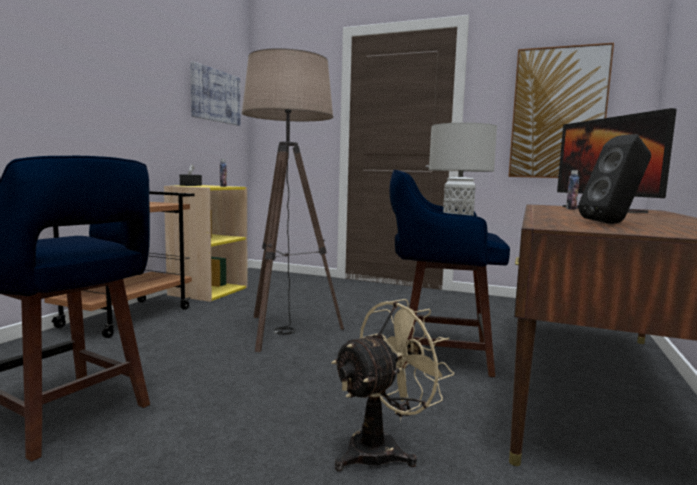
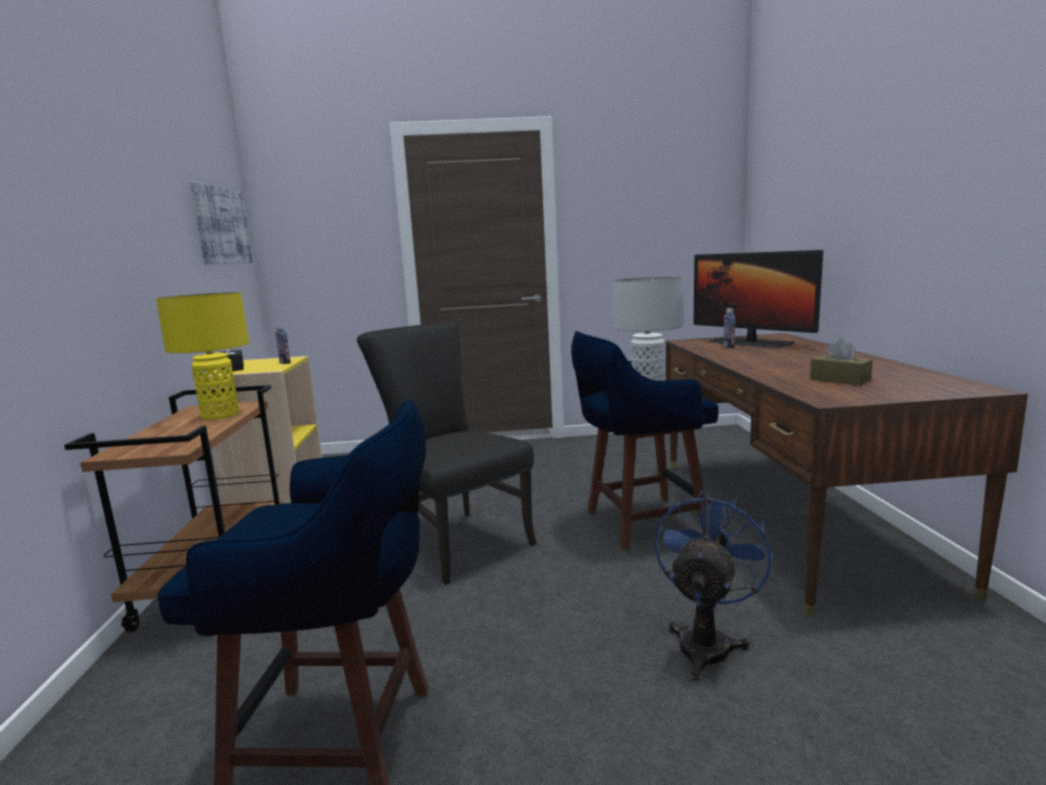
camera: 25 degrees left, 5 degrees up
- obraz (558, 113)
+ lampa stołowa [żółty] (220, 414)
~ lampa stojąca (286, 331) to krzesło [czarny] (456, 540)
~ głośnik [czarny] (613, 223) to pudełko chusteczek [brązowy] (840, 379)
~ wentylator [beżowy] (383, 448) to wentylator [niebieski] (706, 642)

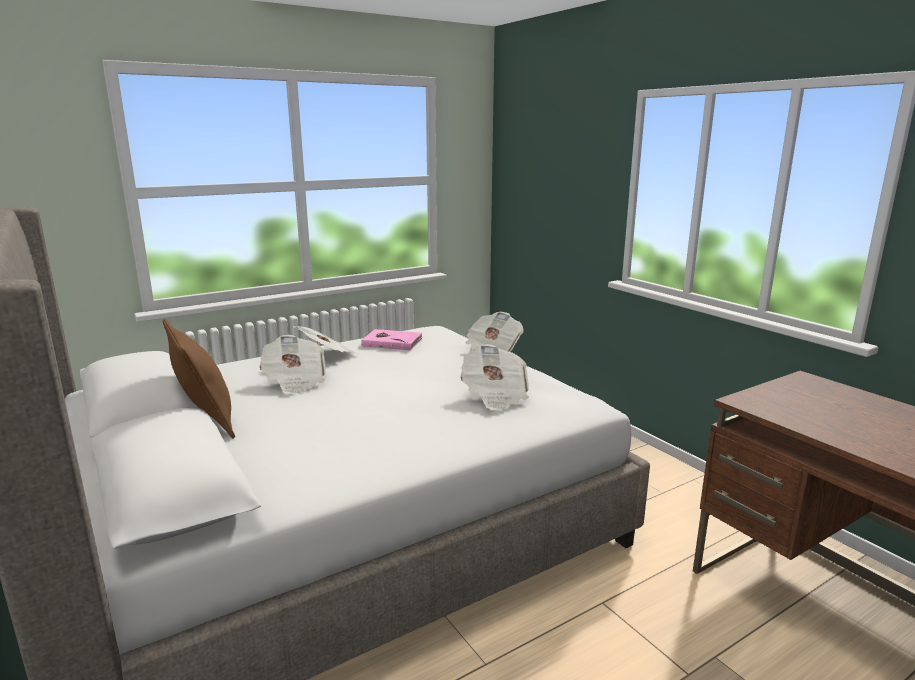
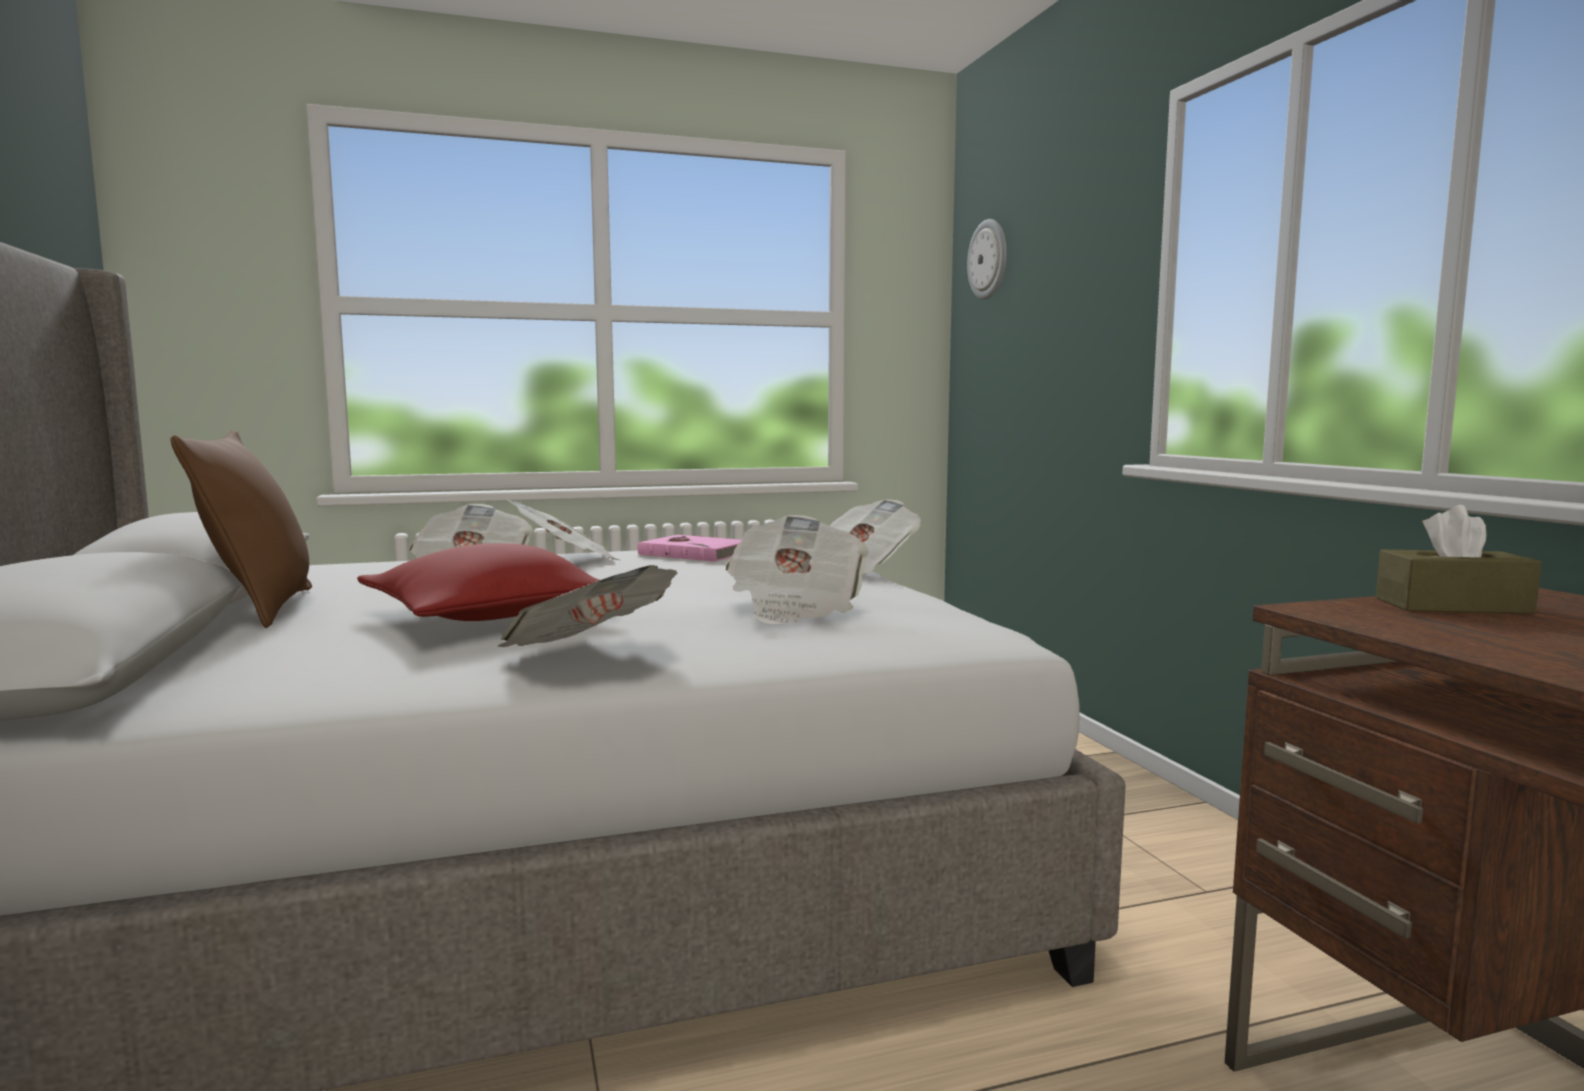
camera: 15 degrees right, 10 degrees down
+ poduszka [czerwony] (487, 614)
+ gazeta (588, 657)
+ zegar ścienny (989, 259)
+ pudełko chusteczek [brązowy] (1452, 606)

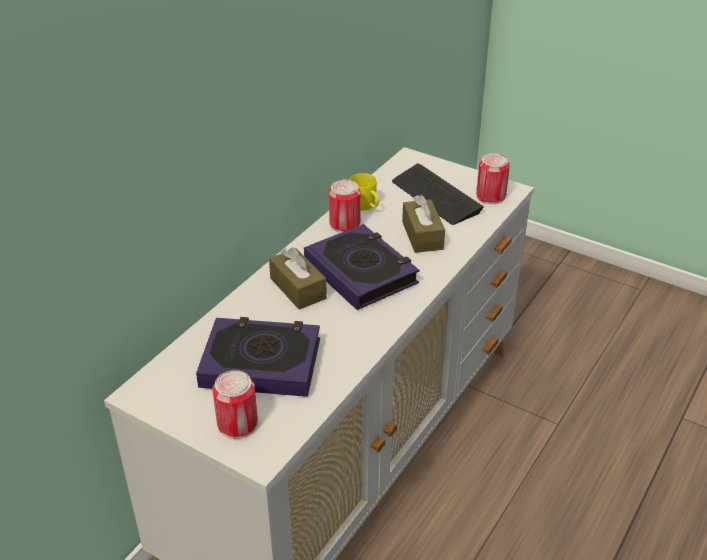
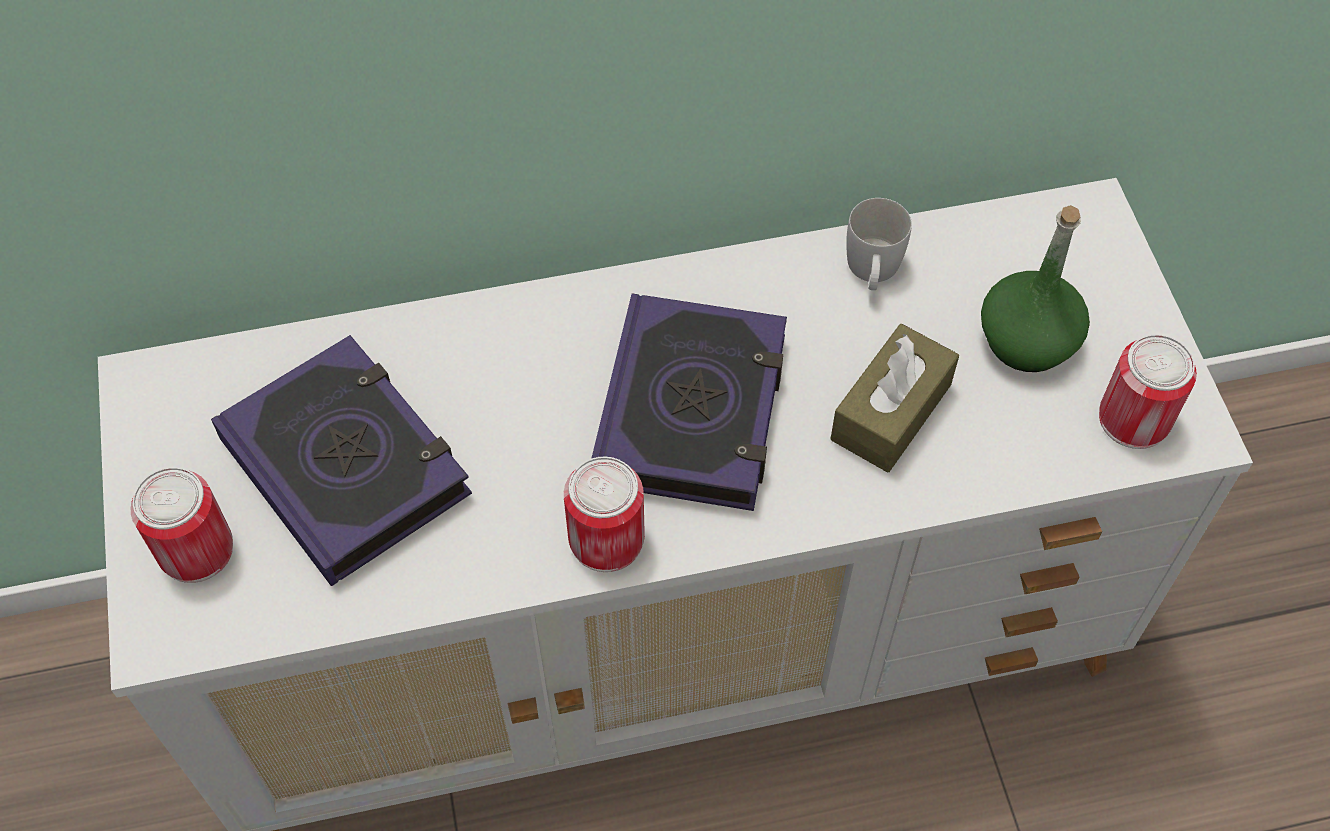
camera: 45 degrees right, 20 degrees up
- pudełko chusteczek [brązowy] (298, 288)
~ puszka (344, 224) to (606, 539)
~ klawiatura (436, 196) to butelka [zielony] (1027, 340)
~ kubek [żółty] (366, 207) to kubek [biały] (872, 272)

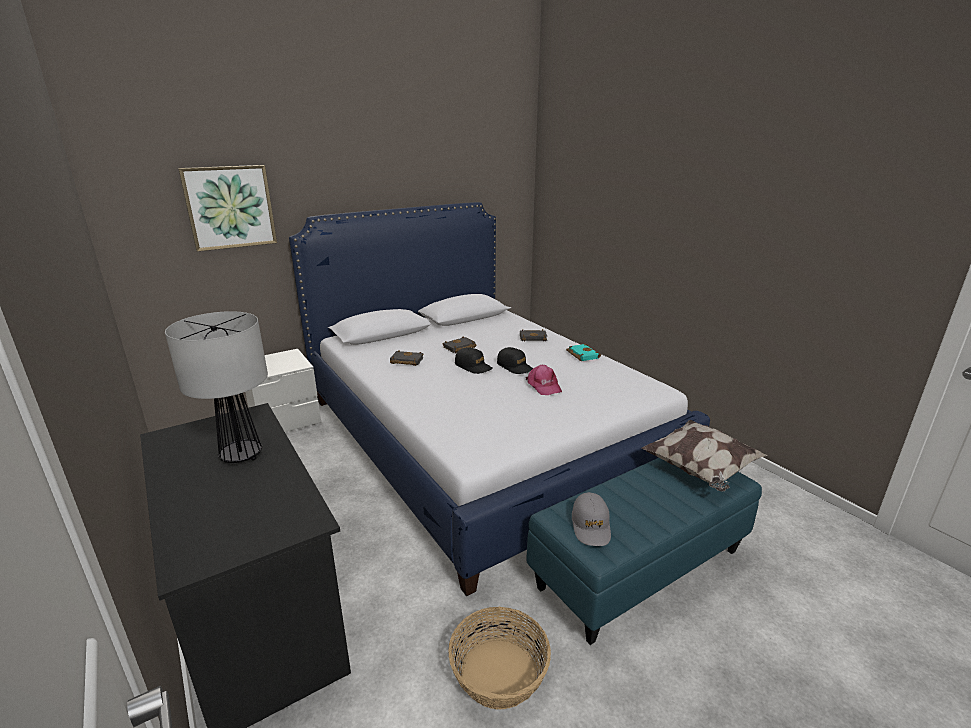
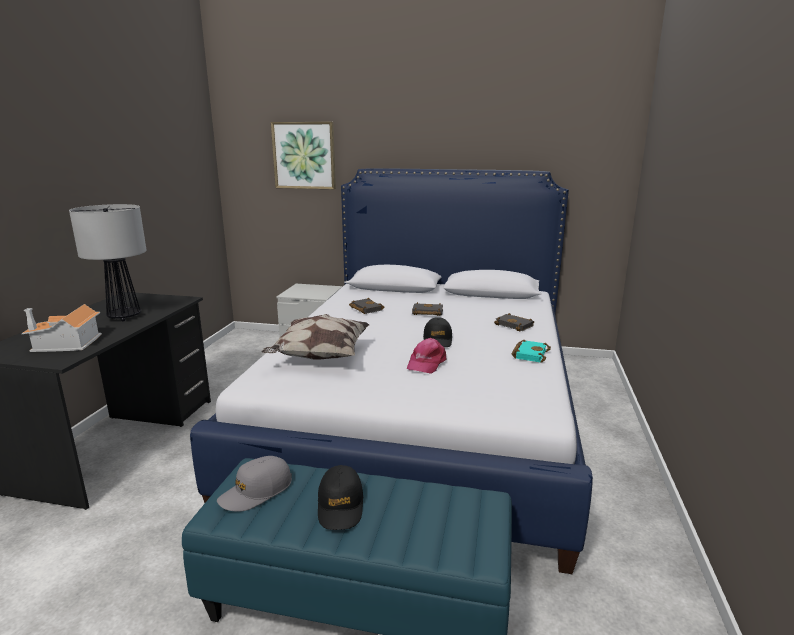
camera: 45 degrees right, 5 degrees down
- koszyk (498, 673)
+ domek (67, 344)
~ czapka z daszkiem [czarny] (473, 366) to (340, 505)
~ poduszka (700, 470) to (319, 356)

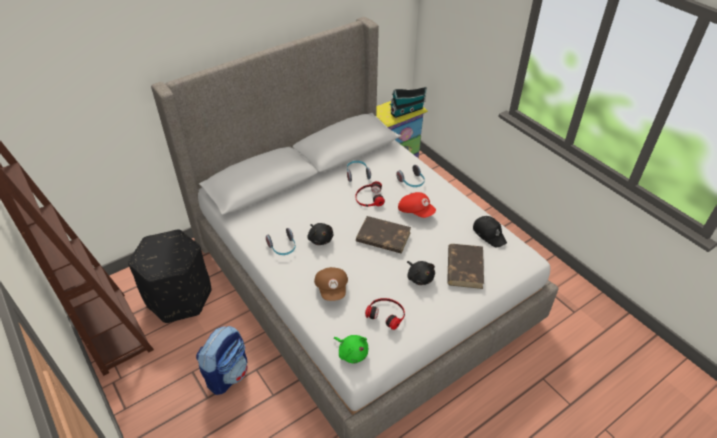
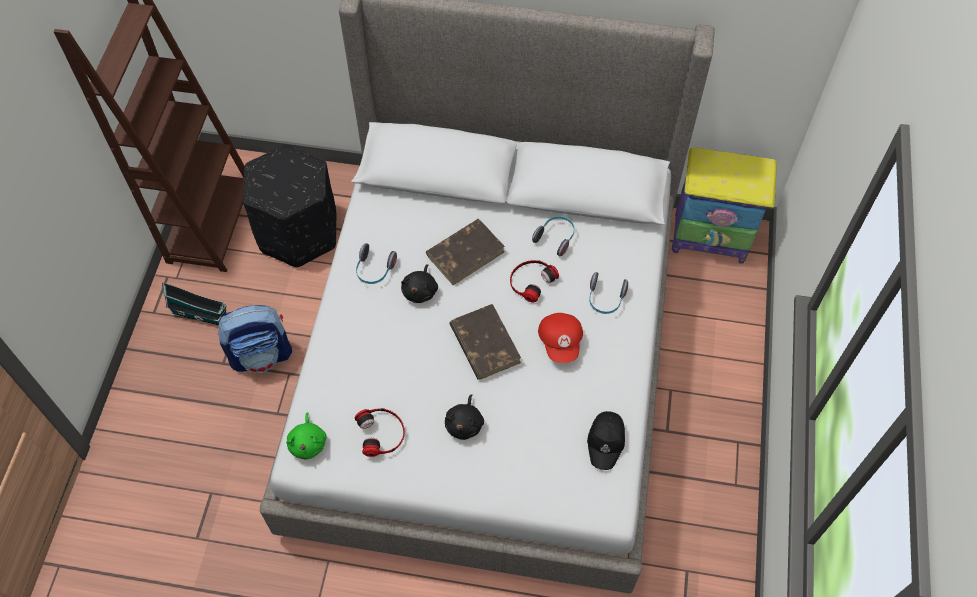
camera: 45 degrees right, 15 degrees up
- czapka z daszkiem [brązowy] (332, 289)
~ domek (408, 110) to (201, 314)
~ książka [brązowy] (464, 267) to (466, 253)

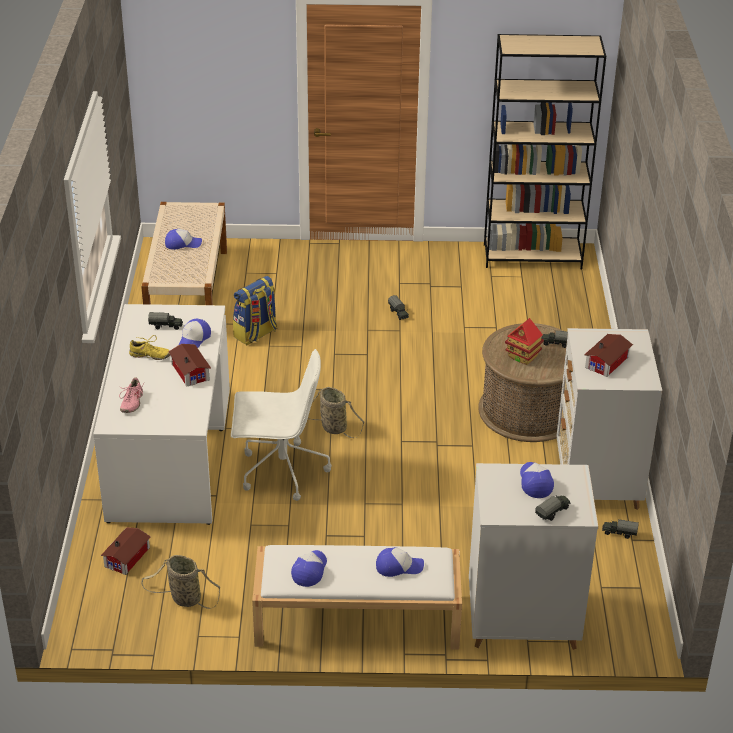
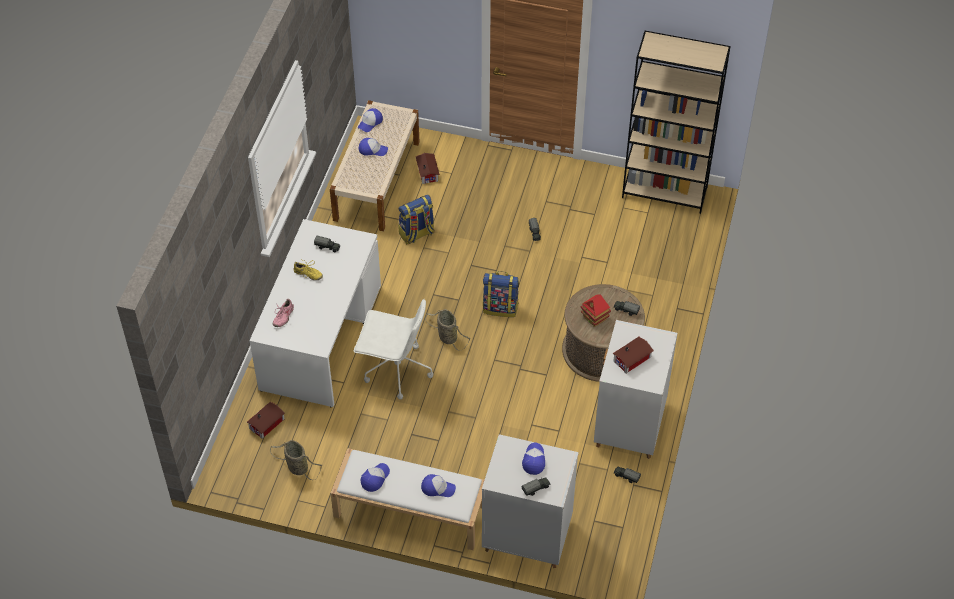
camera: 15 degrees right, 15 degrees up
+ plecak (500, 307)
~ domek (191, 370) to (428, 171)
~ czapka z daszkiem (194, 339) to (370, 122)

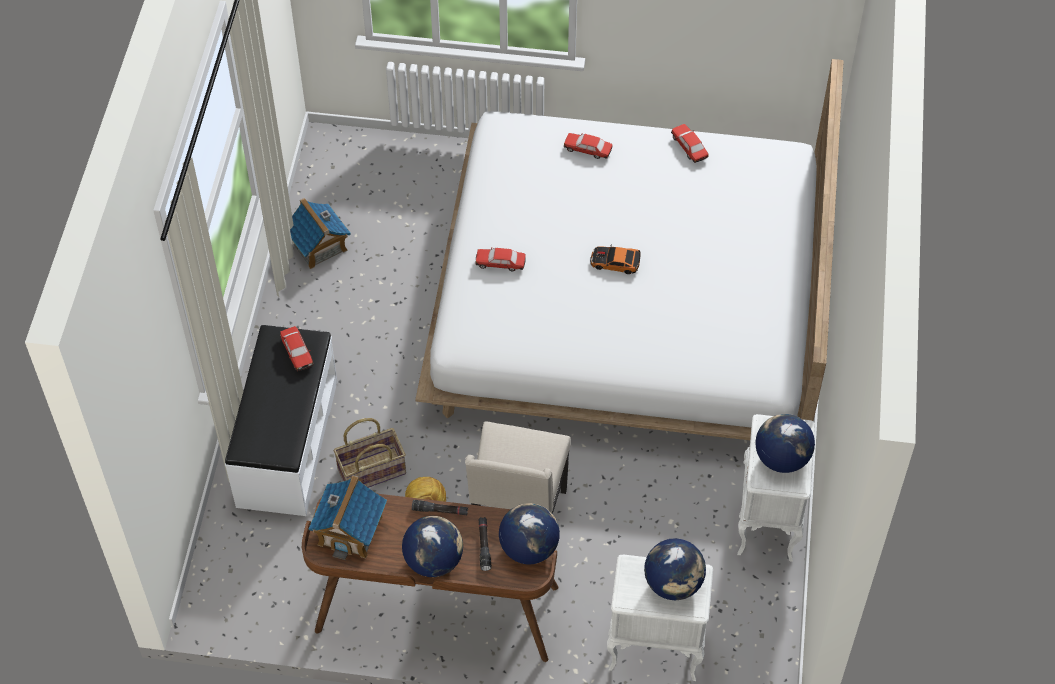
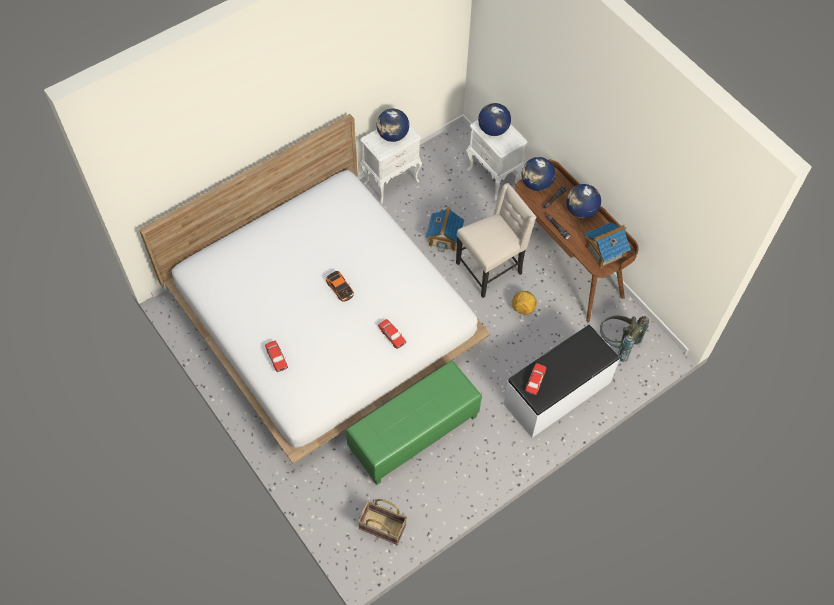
camera: 135 degrees left, 5 degrees up
- samochodzik (689, 147)
+ pufa [zielony] (414, 432)
+ plecak [szary] (617, 343)
~ domek (318, 246) to (444, 237)
~ koszyk (371, 470) to (382, 527)

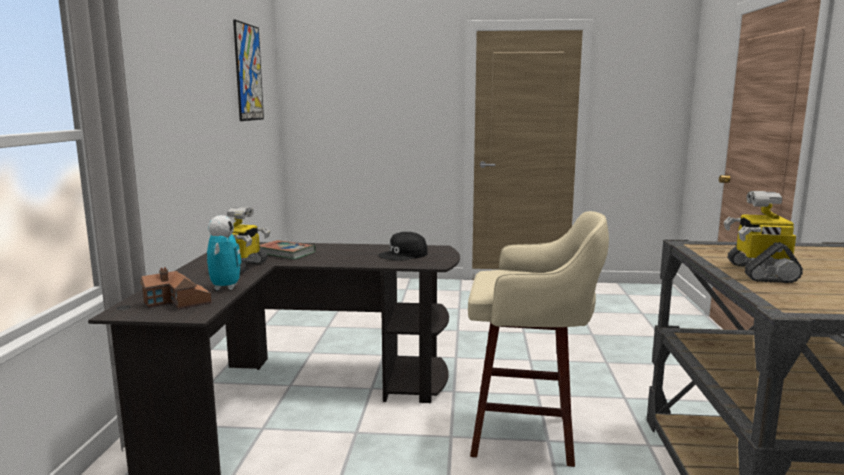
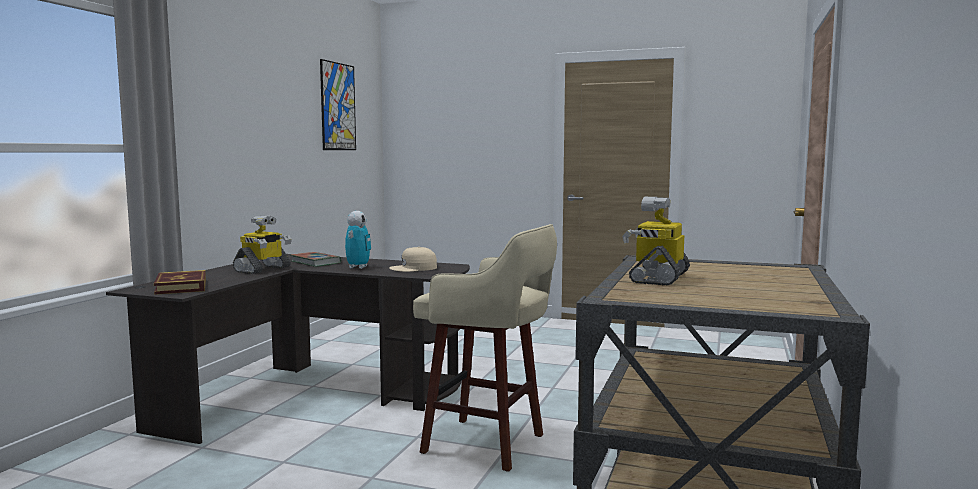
camera: 15 degrees right, 5 degrees down
~ robot zabawkowy (225, 287) to (358, 267)
~ domek (177, 303) to książka (181, 286)
~ czapka z daszkiem [czarny] (403, 255) to czapka z daszkiem [beżowy] (414, 268)

